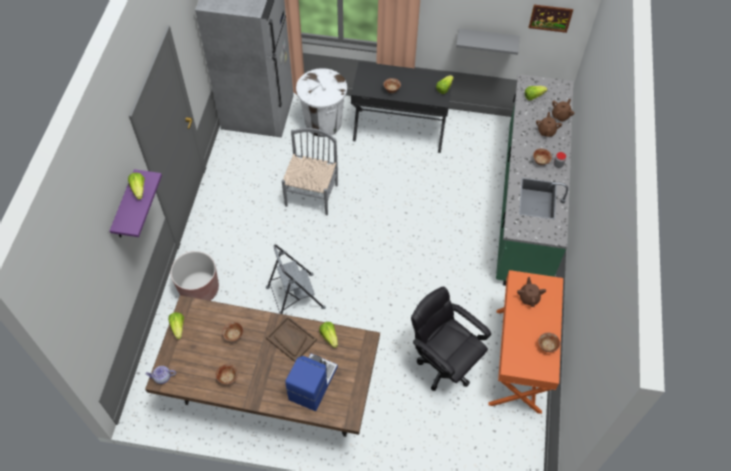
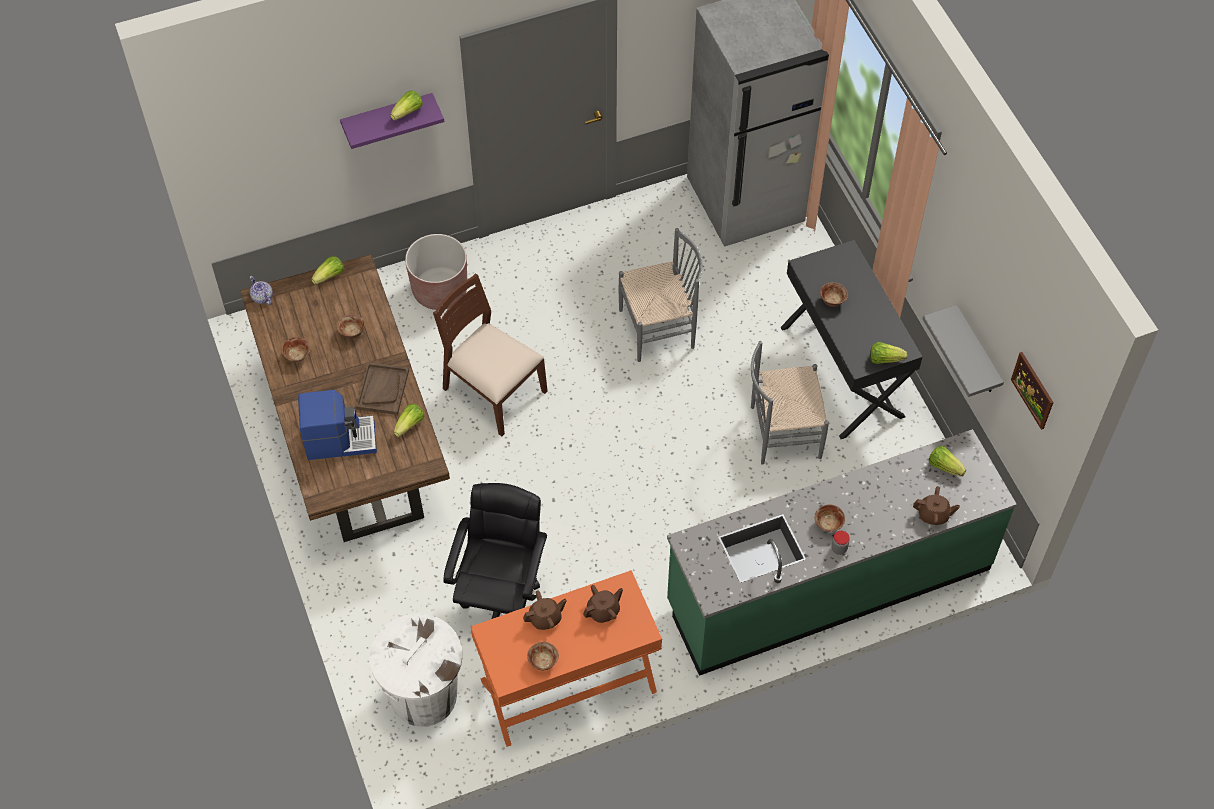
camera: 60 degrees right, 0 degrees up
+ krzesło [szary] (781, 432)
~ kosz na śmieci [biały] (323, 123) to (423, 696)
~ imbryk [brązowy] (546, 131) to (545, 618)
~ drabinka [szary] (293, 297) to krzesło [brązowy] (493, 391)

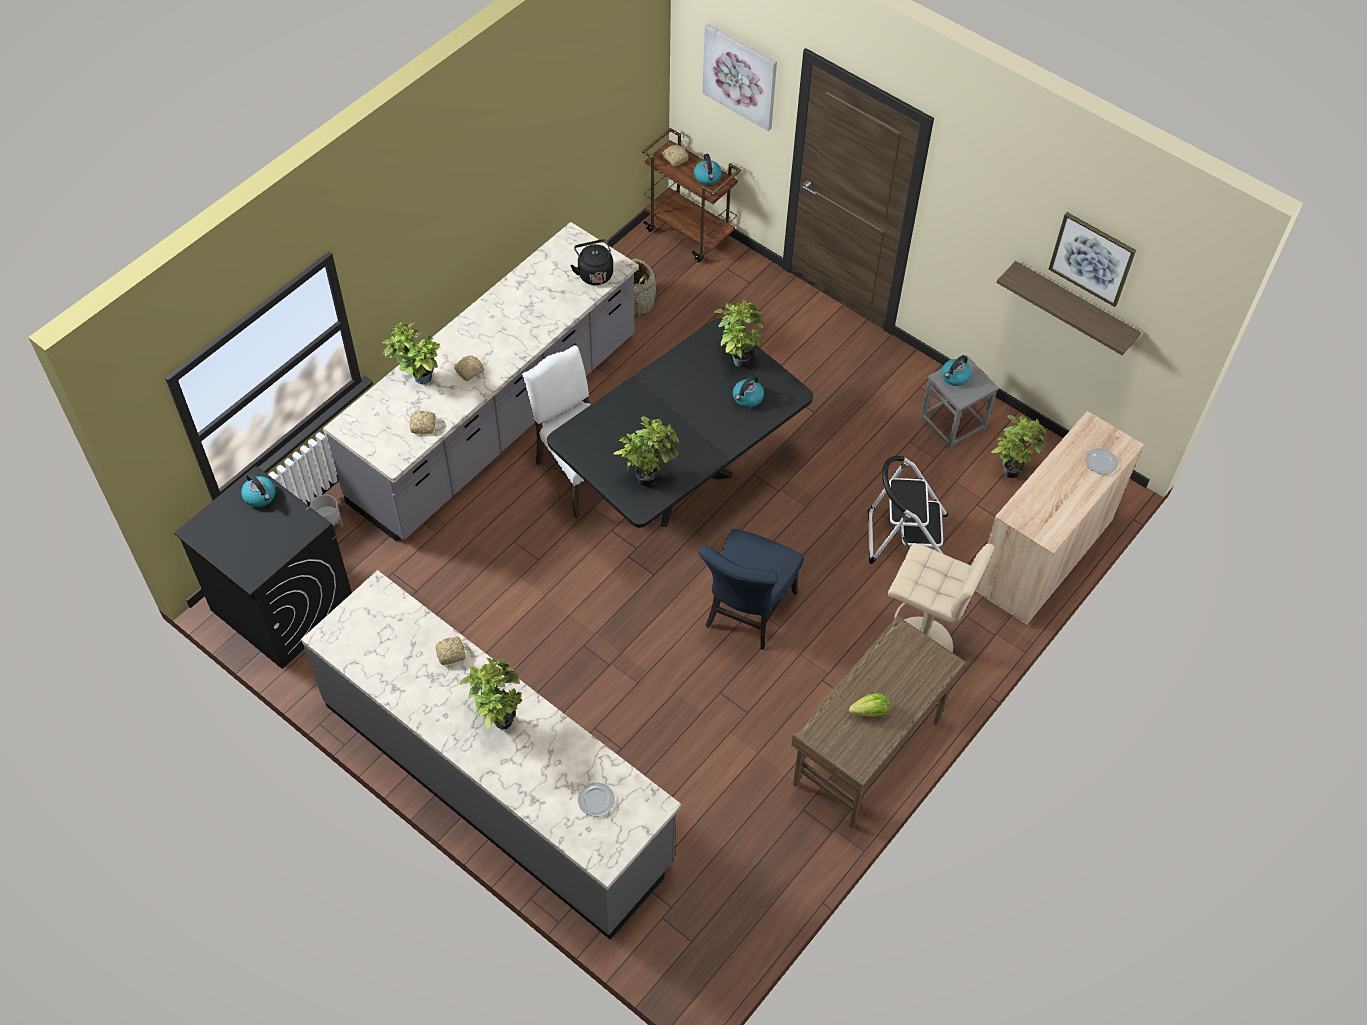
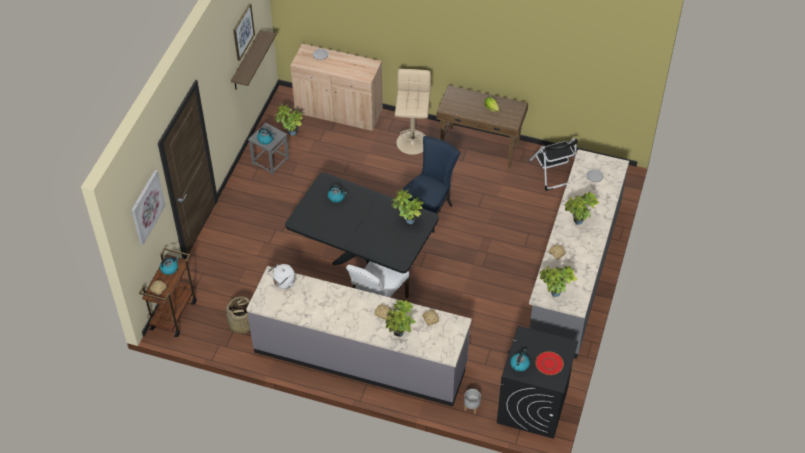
camera: 110 degrees left, 5 degrees down
+ talerz [czerwony] (549, 364)
~ roślina doniczkowa (738, 358) to (554, 295)
~ drabinka (905, 538) to (553, 173)
~ czajnik [czarny] (594, 273) to czajnik [biały] (283, 283)
~ krzesło [niebieski] (746, 613) = (429, 209) 60 degrees counterclockwise

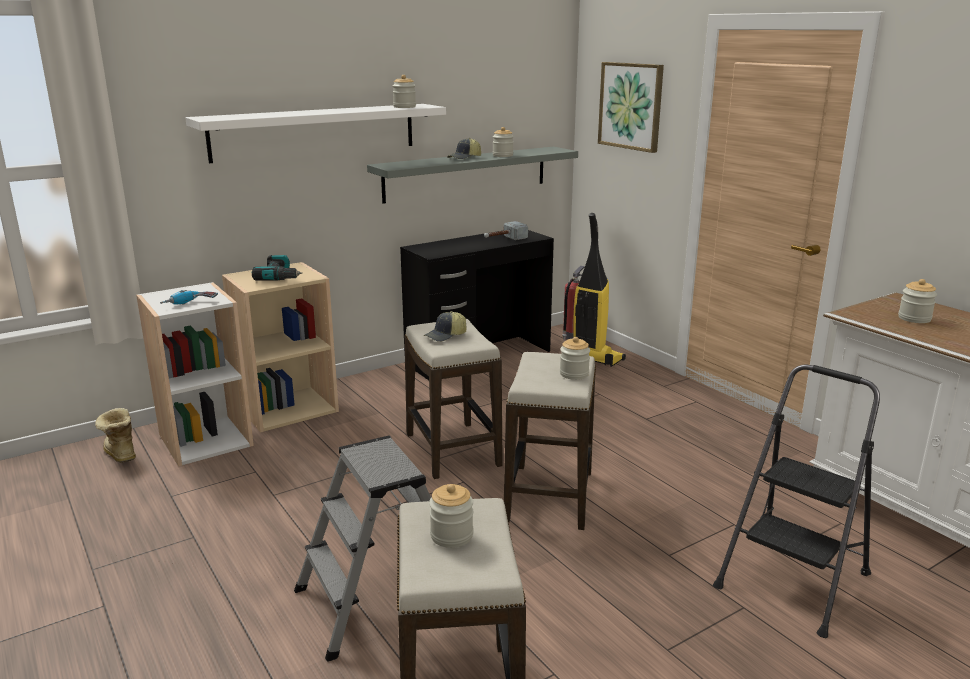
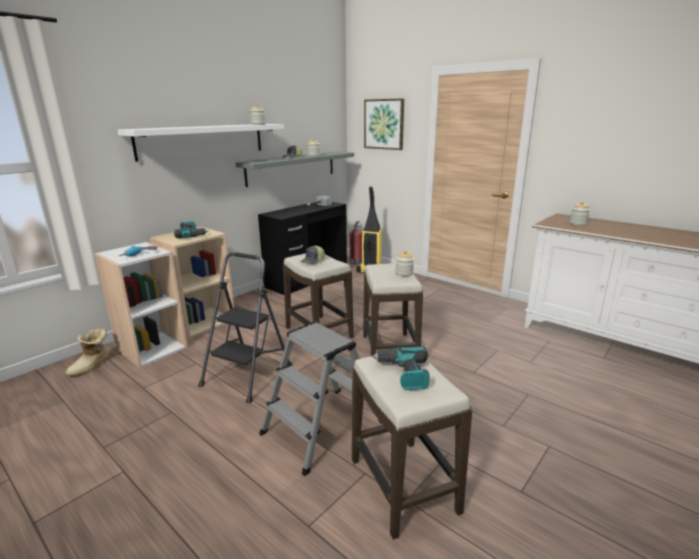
camera: 15 degrees left, 0 degrees up
~ drabinka [czarny] (795, 577) to (249, 373)
~ słoik (451, 535) to wiertarka (403, 374)
~ but z cholewką (119, 454) = (91, 366) 105 degrees counterclockwise

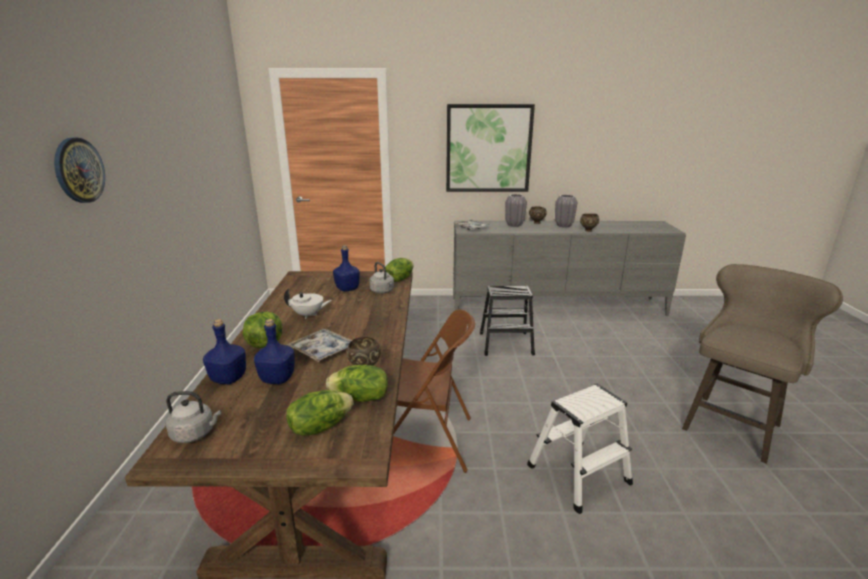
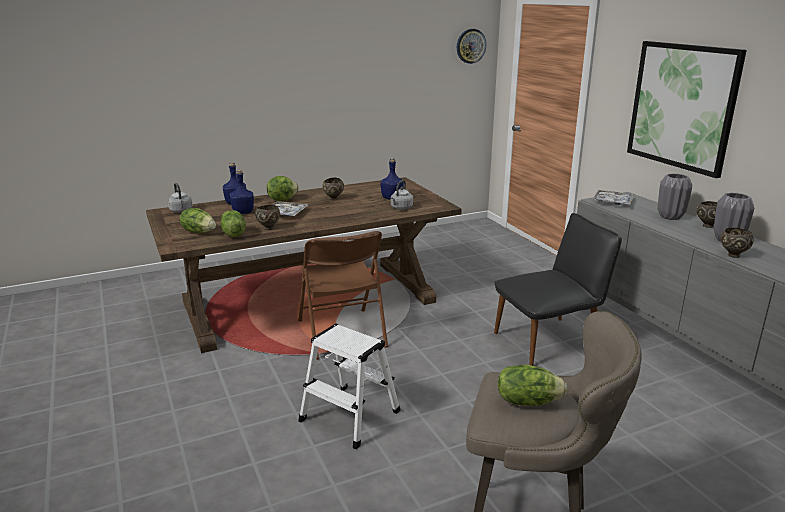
camera: 65 degrees right, 0 degrees up
~ zegar ścienny (78, 170) to (470, 46)
~ sałata (399, 279) to (527, 401)
~ imbryk [biały] (308, 315) to miska [brązowy] (333, 199)
~ drabinka [czarny] (506, 343) to krzesło [czarny] (546, 341)

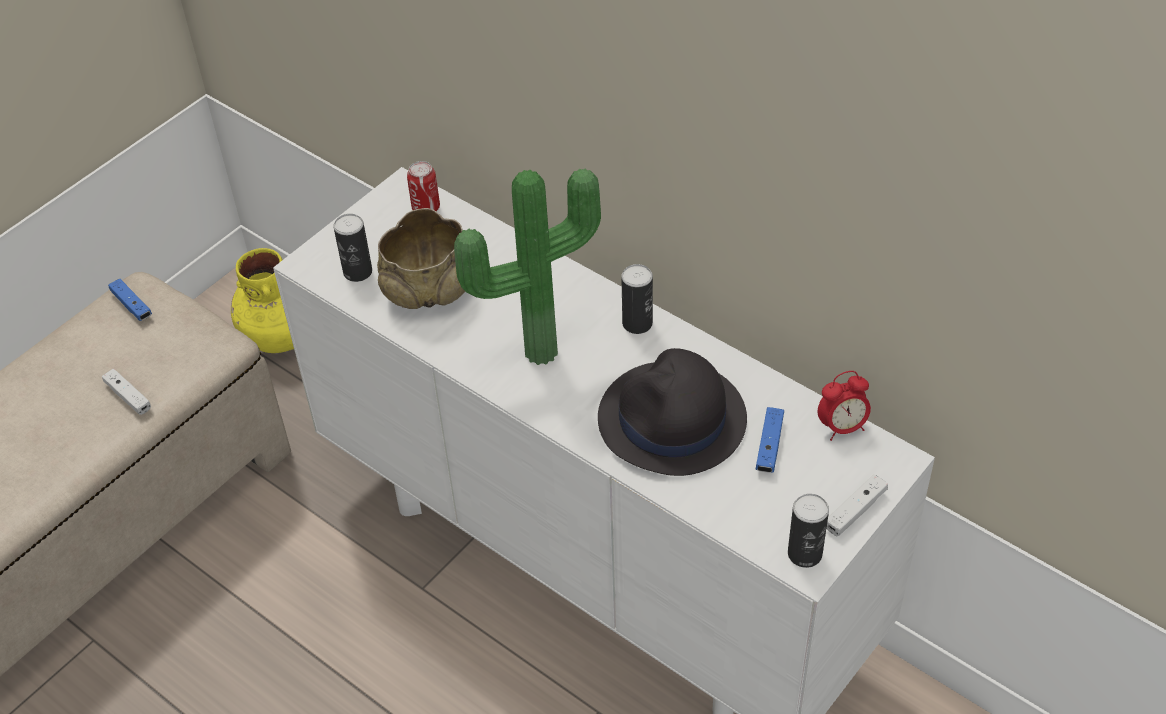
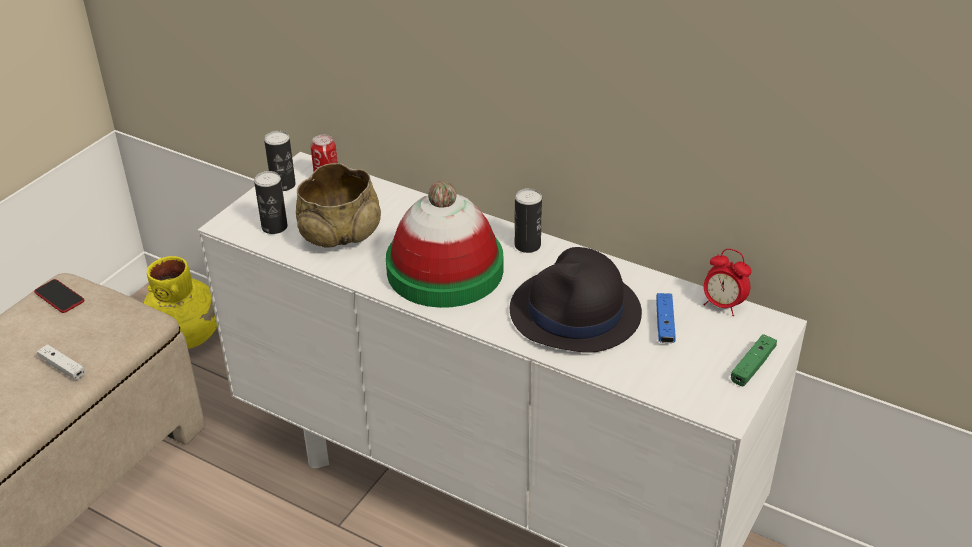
camera: 10 degrees left, 10 degrees down
~ puszka (804, 553) to (283, 185)
~ pad do gier [niebieski] (132, 305) to telefon (59, 297)
~ roślina doniczkowa (537, 348) to kapelusz (445, 270)
~ pad do gier [biały] (855, 511) to pad do gier [zielony] (752, 366)
~ budzik (842, 427) = (722, 305) 60 degrees clockwise

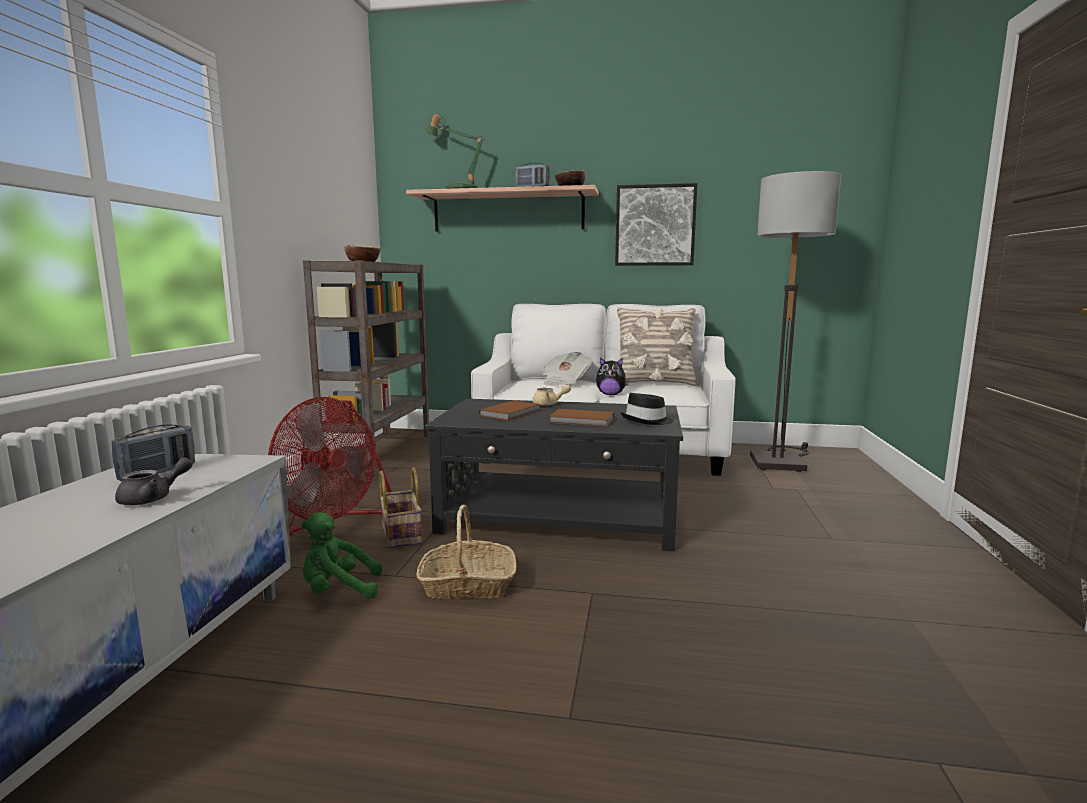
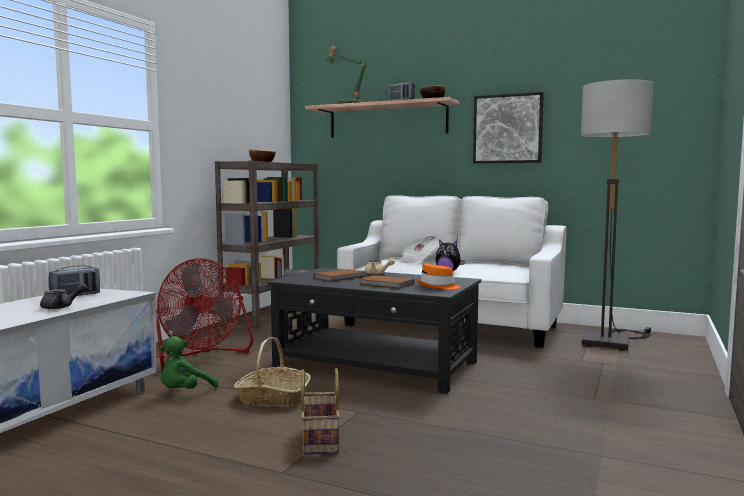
camera: 15 degrees right, 5 degrees down
- poduszka [beżowy] (654, 383)
~ koszyk (400, 534) to (319, 439)
~ kapelusz [czarny] (647, 421) to kapelusz [pomarańczowy] (438, 287)
~ pluszak [zielony] (338, 591) = (185, 392) 60 degrees counterclockwise

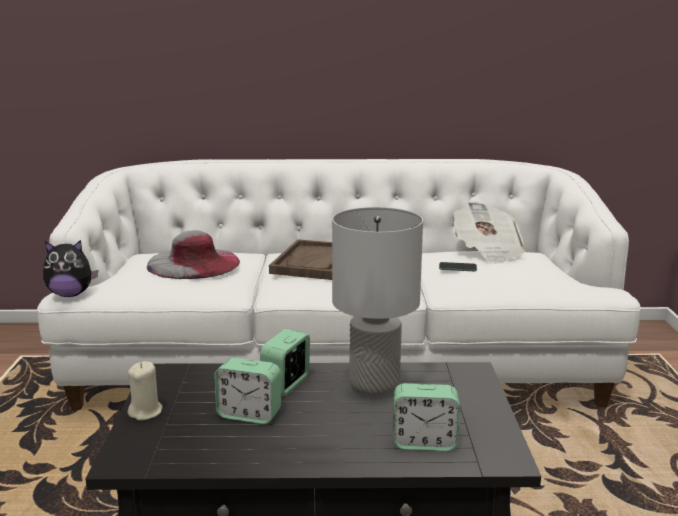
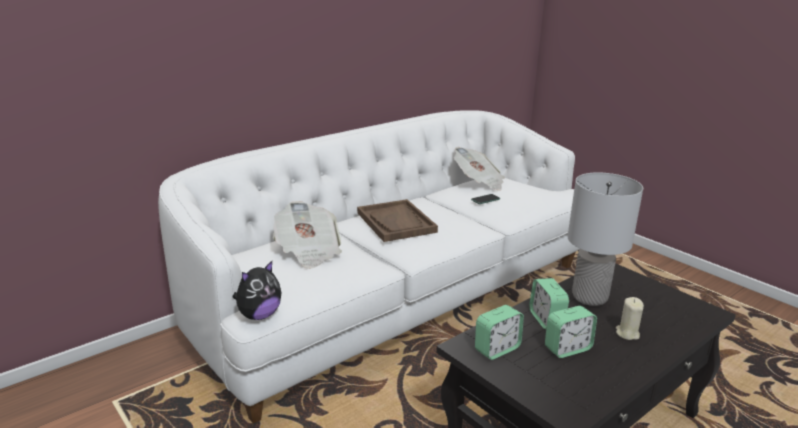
camera: 40 degrees left, 5 degrees up
~ świeca [beżowy] (146, 412) to (627, 333)
~ budzik (424, 442) to (497, 349)
~ kapelusz [szary] (193, 263) to gazeta (308, 251)

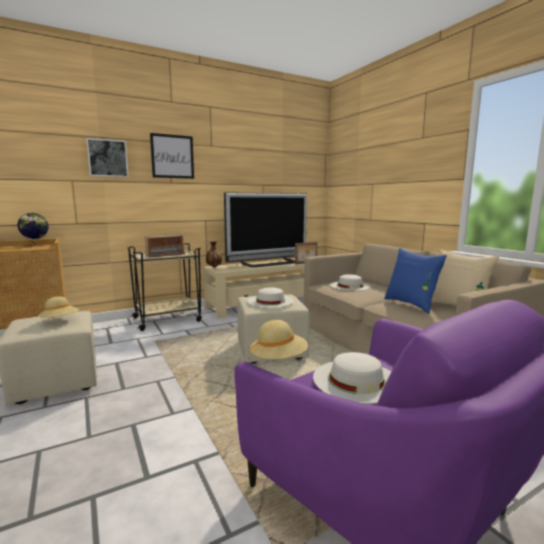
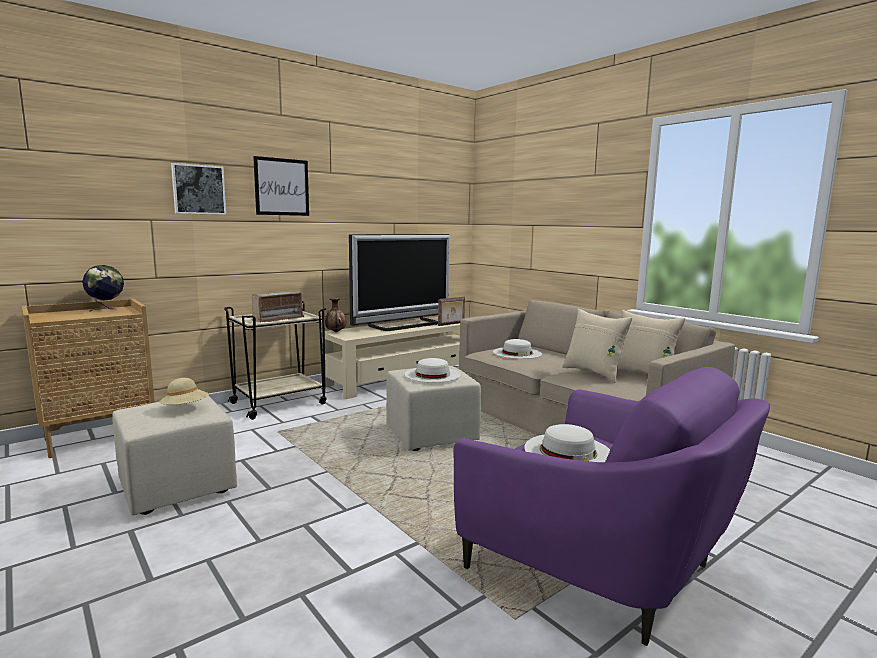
camera: 10 degrees left, 0 degrees up
- kapelusz [beżowy] (278, 359)
~ poduszka [niebieski] (410, 305) to poduszka [beżowy] (593, 373)

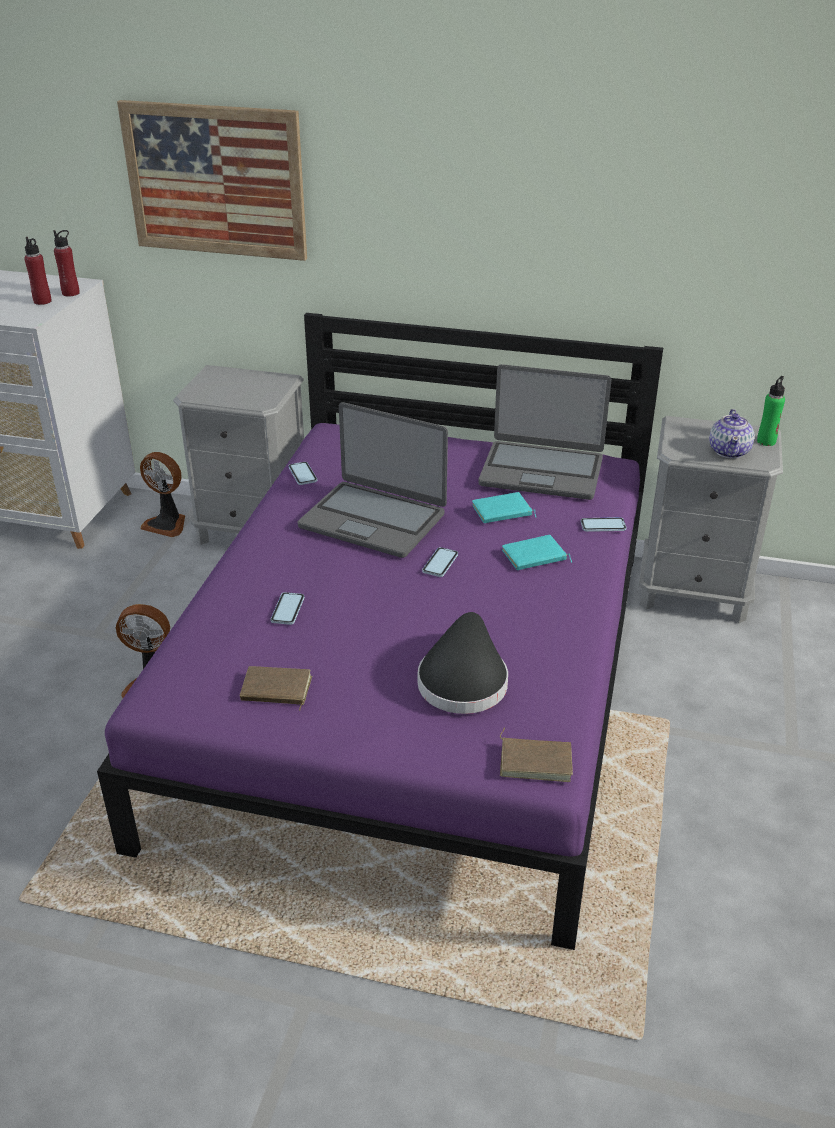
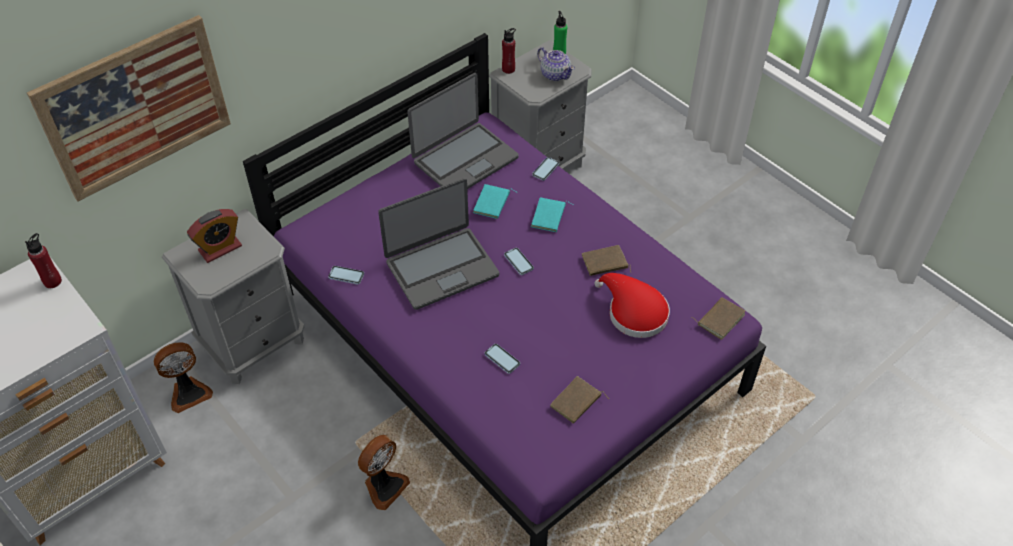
camera: 55 degrees left, 15 degrees up
+ budzik (220, 248)
+ książka [brązowy] (605, 263)
~ butelka [czerwony] (42, 301) to (508, 69)
~ kapelusz [czarny] (463, 679) to kapelusz [czerwony] (633, 312)

